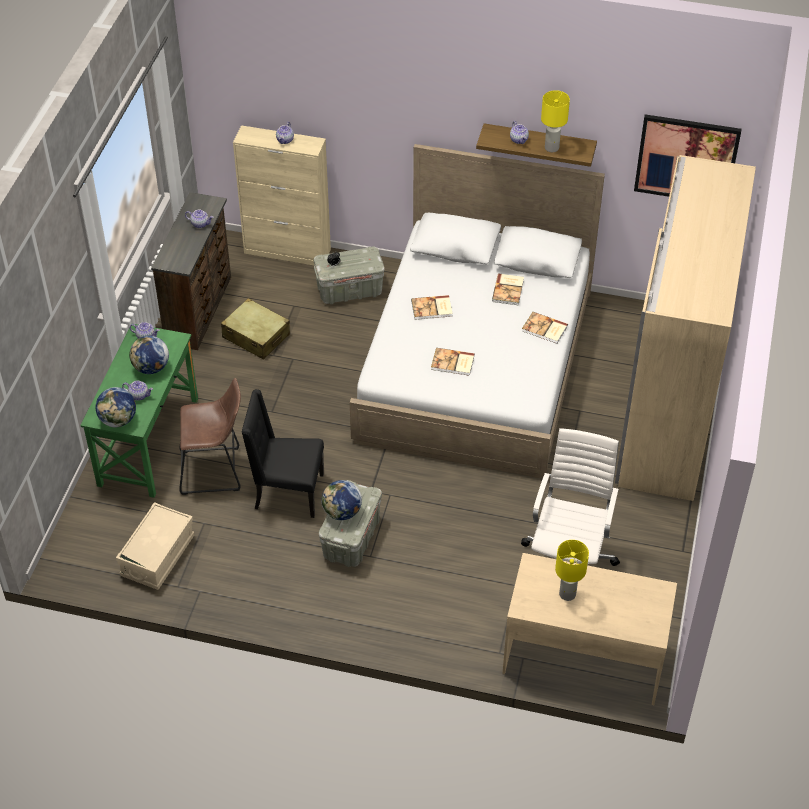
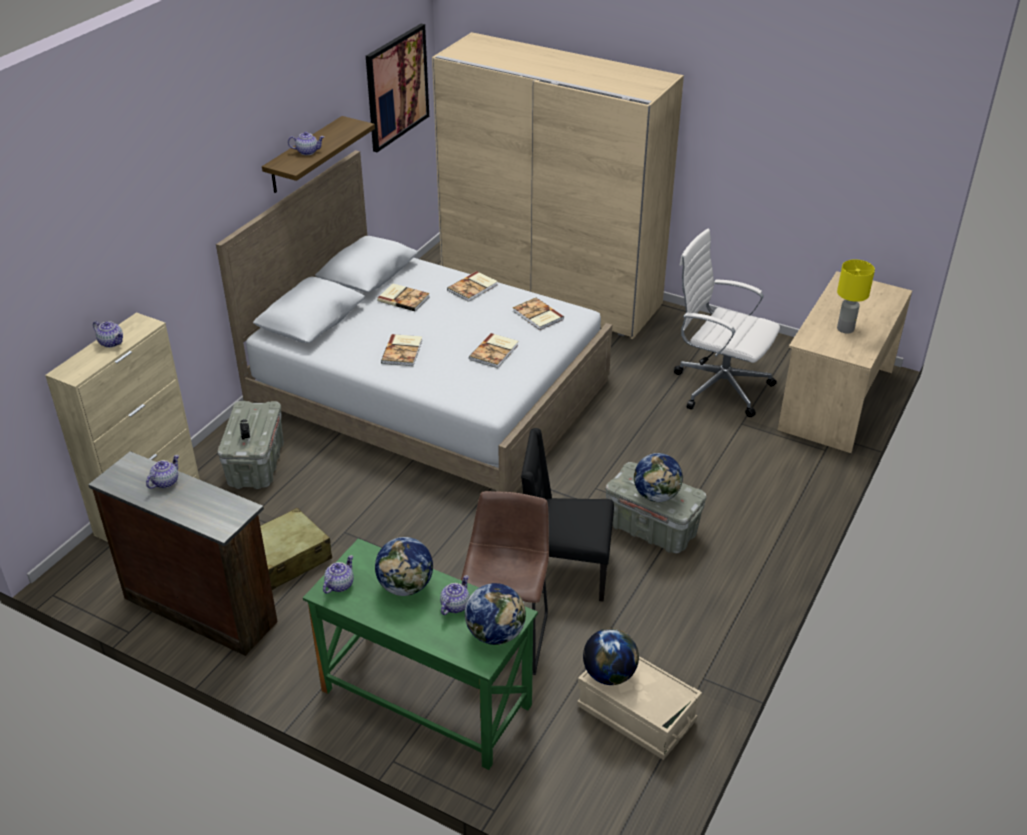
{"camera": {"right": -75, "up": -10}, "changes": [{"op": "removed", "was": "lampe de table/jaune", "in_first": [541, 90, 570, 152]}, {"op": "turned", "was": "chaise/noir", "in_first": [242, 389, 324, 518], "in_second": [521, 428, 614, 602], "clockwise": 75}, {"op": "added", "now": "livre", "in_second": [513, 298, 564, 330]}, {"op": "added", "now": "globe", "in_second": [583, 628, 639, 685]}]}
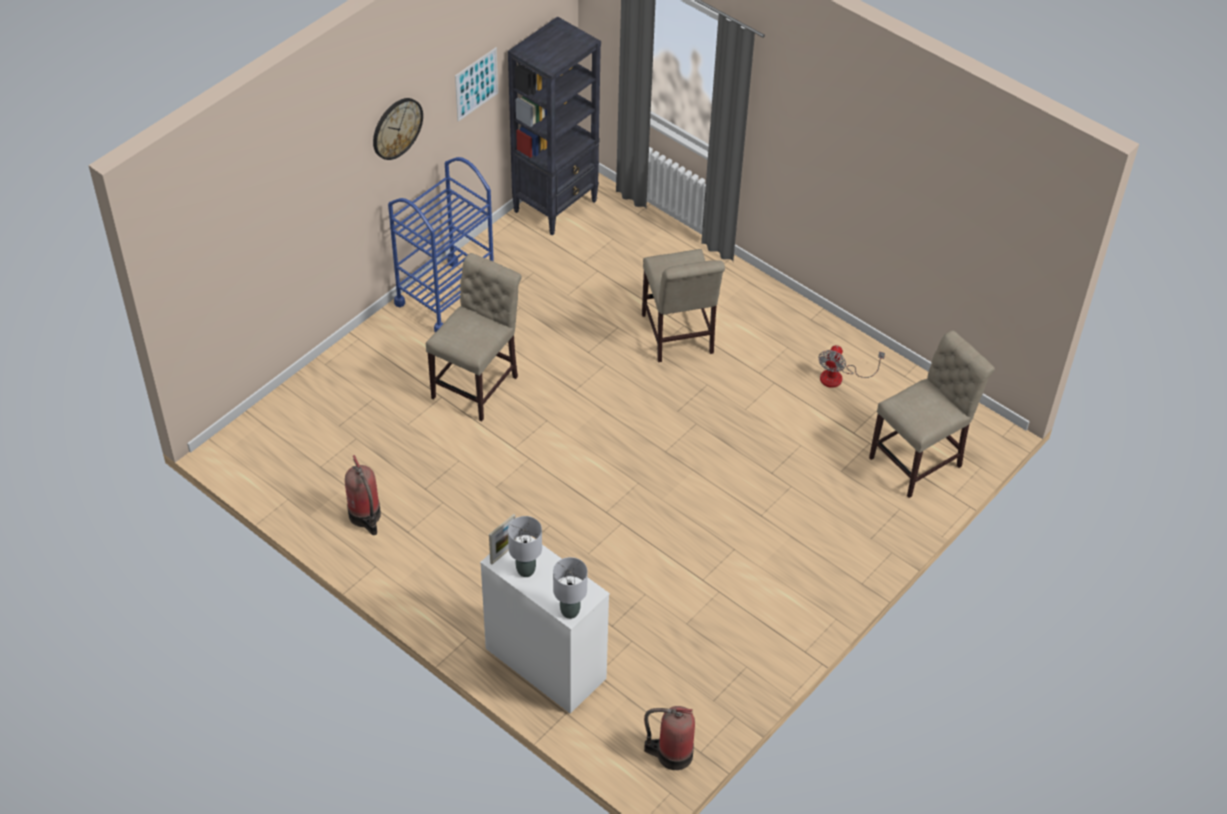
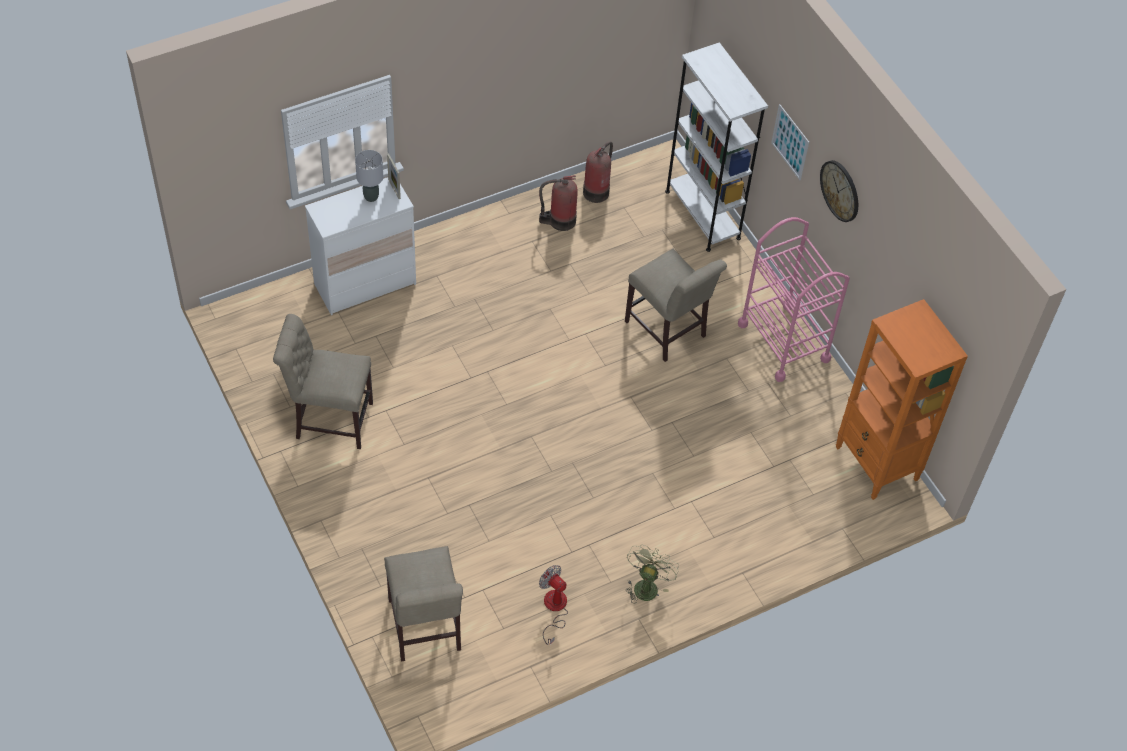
{"camera": {"right": 110, "up": 5}, "changes": [{"op": "recoloured", "was": "bibliothèque/noir", "now": "bibliothèque/orange", "in_first": [508, 16, 601, 235], "in_second": [836, 299, 968, 500]}, {"op": "moved", "was": "tableau", "in_first": [455, 48, 498, 122], "in_second": [771, 104, 809, 180]}, {"op": "recoloured", "was": "chariot/bleu", "now": "chariot/rose", "in_first": [388, 157, 494, 333], "in_second": [738, 217, 850, 382]}, {"op": "moved", "was": "chaise/beige", "in_first": [642, 249, 725, 362], "in_second": [273, 314, 373, 449]}, {"op": "removed", "was": "lampe de table/gris", "in_first": [553, 557, 588, 619]}, {"op": "moved", "was": "extincteur", "in_first": [644, 706, 695, 770], "in_second": [583, 141, 613, 203]}, {"op": "added", "now": "bibliothèque/blanc", "in_second": [665, 42, 768, 252]}, {"op": "added", "now": "ventilateur/vert", "in_second": [626, 545, 679, 604]}]}
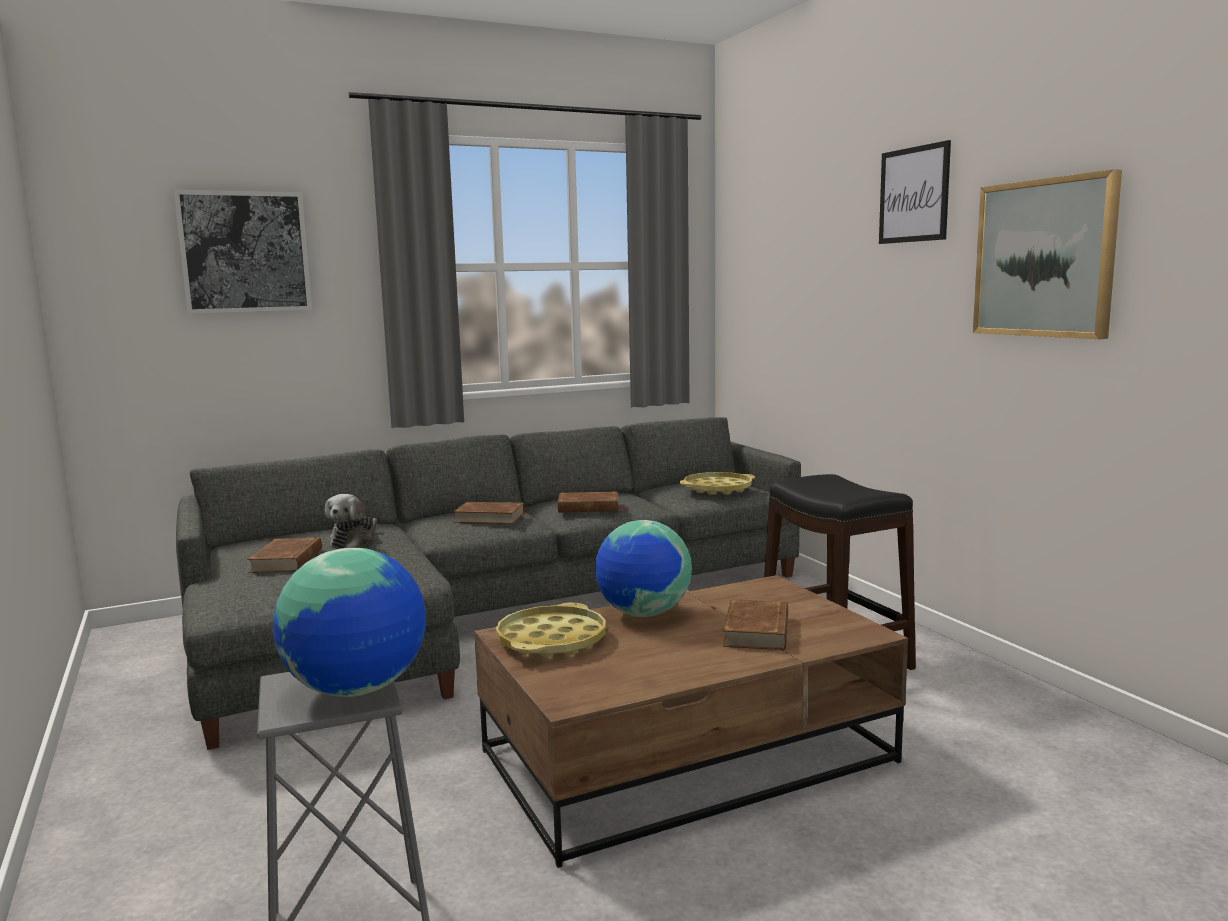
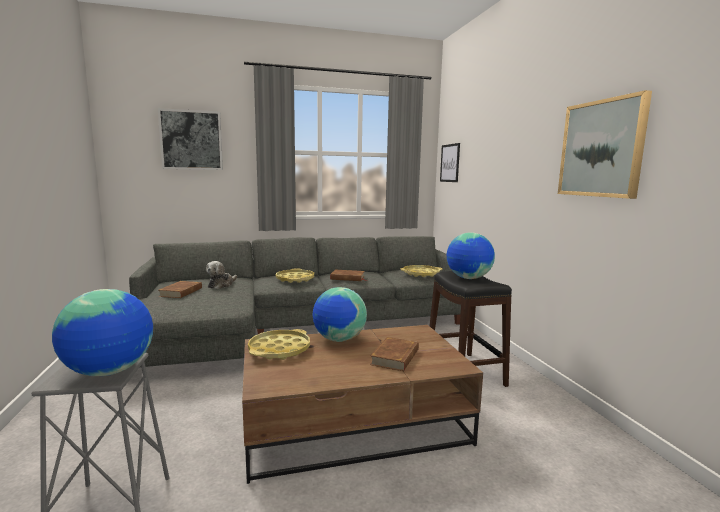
{"camera": {"right": 10, "up": 0}, "changes": [{"op": "moved", "was": "tableau", "in_first": [879, 140, 951, 244], "in_second": [440, 143, 460, 182]}, {"op": "replaced", "was": "livre/marron", "now": "plateau/jaune", "in_first": [453, 502, 525, 524], "in_second": [276, 269, 314, 283]}, {"op": "added", "now": "globe", "in_second": [447, 232, 495, 279]}]}
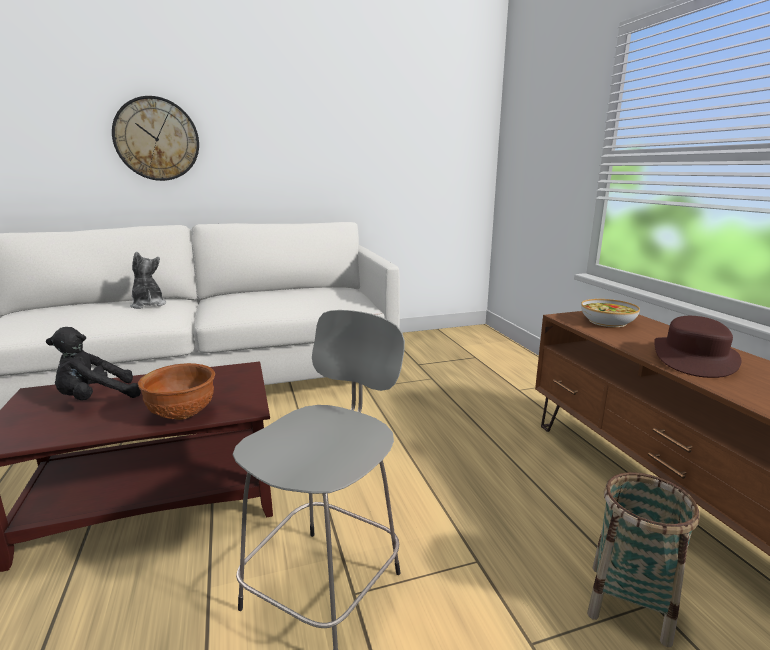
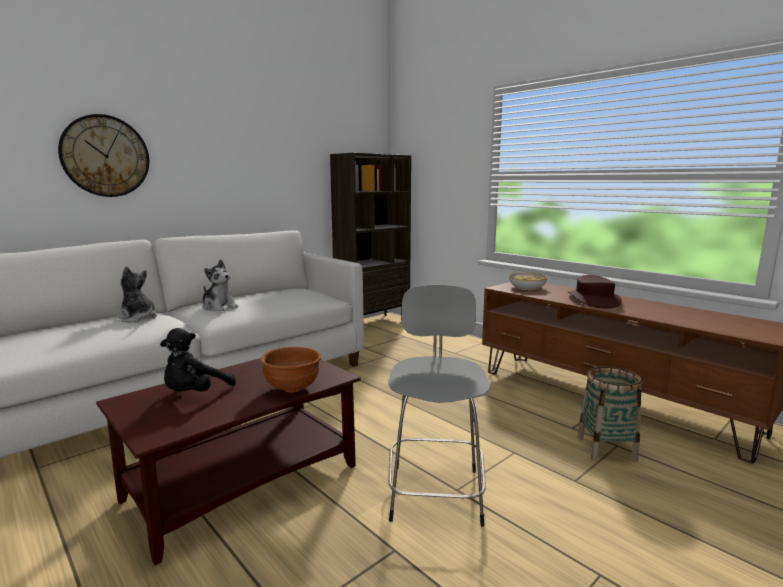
{"camera": {"right": -25, "up": -5}, "changes": [{"op": "added", "now": "bibliothèque/marron", "in_second": [330, 153, 411, 321]}, {"op": "added", "now": "peluche", "in_second": [202, 259, 238, 312]}]}
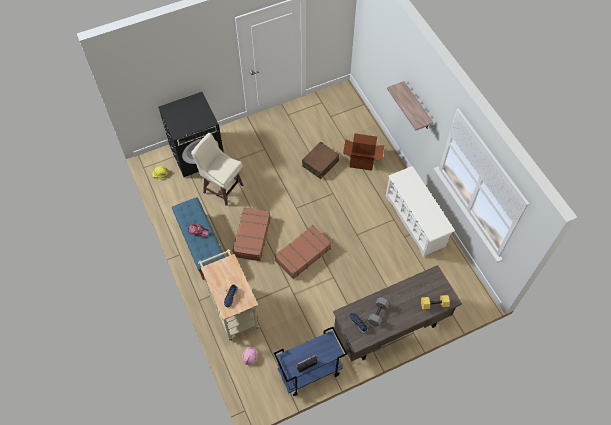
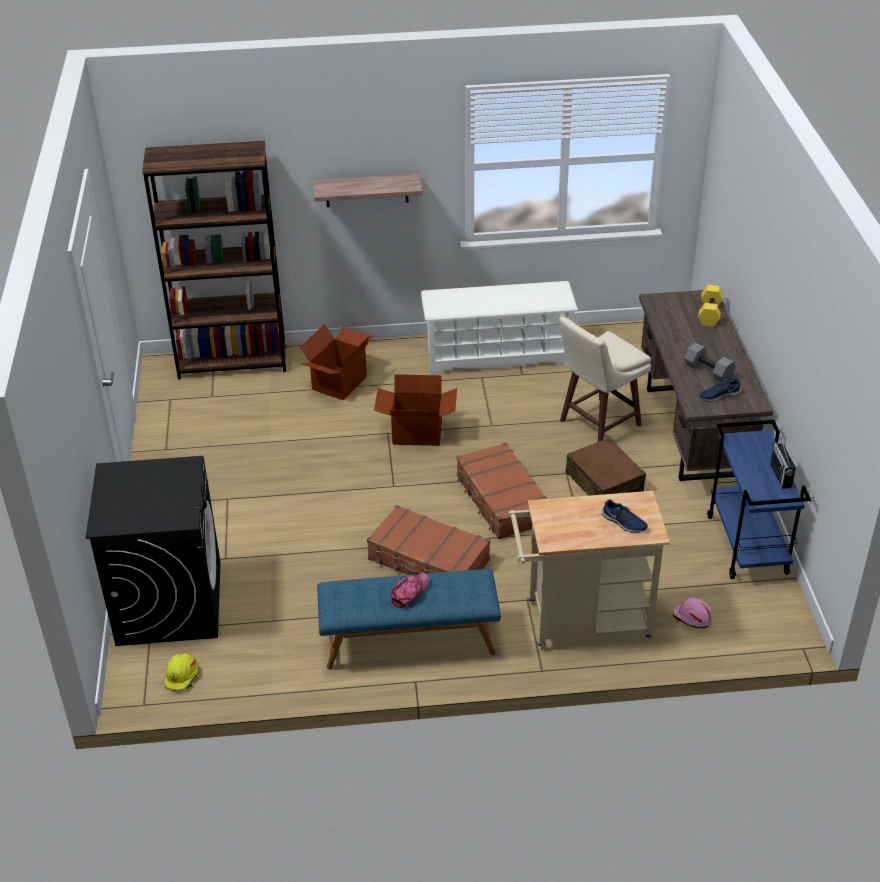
{"camera": {"right": -70, "up": -20}, "changes": [{"op": "moved", "was": "tabouret/beige", "in_first": [191, 133, 243, 206], "in_second": [559, 316, 651, 442]}, {"op": "moved", "was": "valise/marron", "in_first": [302, 142, 339, 179], "in_second": [565, 437, 646, 496]}, {"op": "added", "now": "bibliothèque/marron", "in_second": [142, 141, 286, 380]}, {"op": "added", "now": "carton", "in_second": [374, 374, 457, 446]}]}
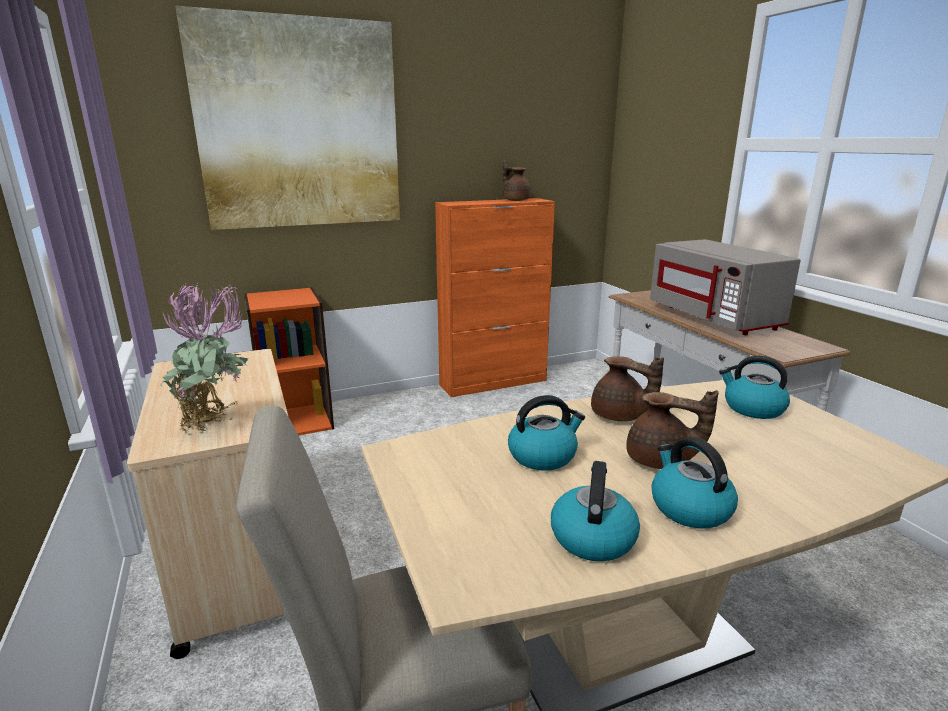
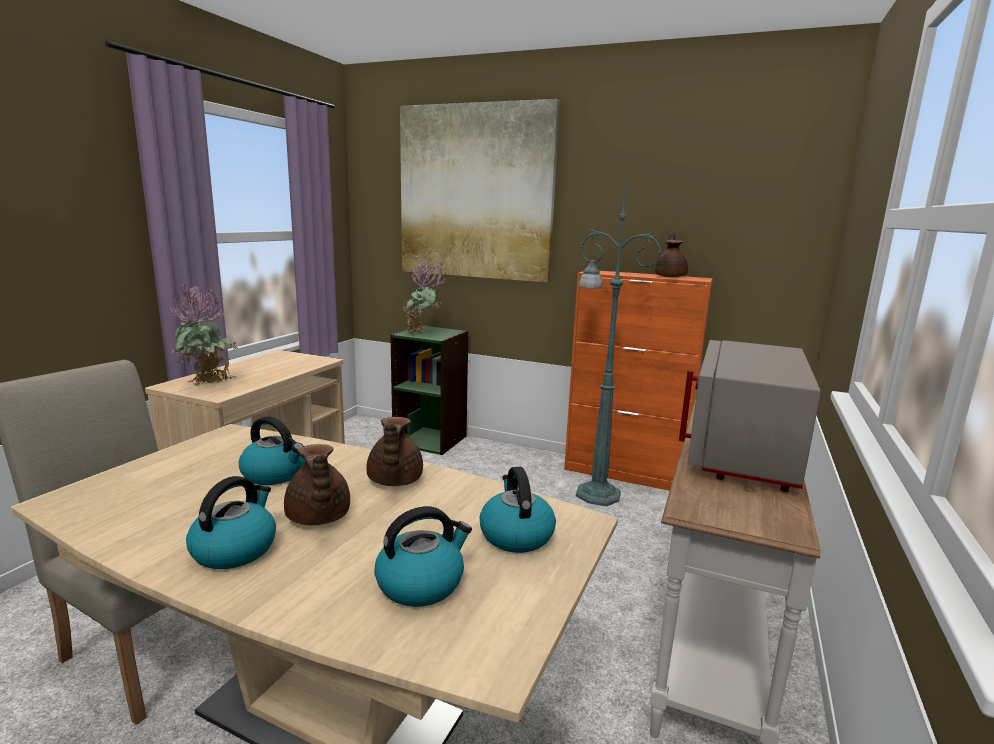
{"camera": {"right": 45, "up": -5}, "changes": [{"op": "recoloured", "was": "bibliothèque/orange", "now": "bibliothèque/vert", "in_first": [244, 287, 334, 435], "in_second": [390, 326, 468, 455]}, {"op": "moved", "was": "bouilloire", "in_first": [551, 461, 640, 561], "in_second": [374, 506, 472, 607]}, {"op": "added", "now": "lampadaire/vert", "in_second": [576, 181, 661, 506]}, {"op": "added", "now": "plante en pot", "in_second": [403, 261, 445, 334]}]}
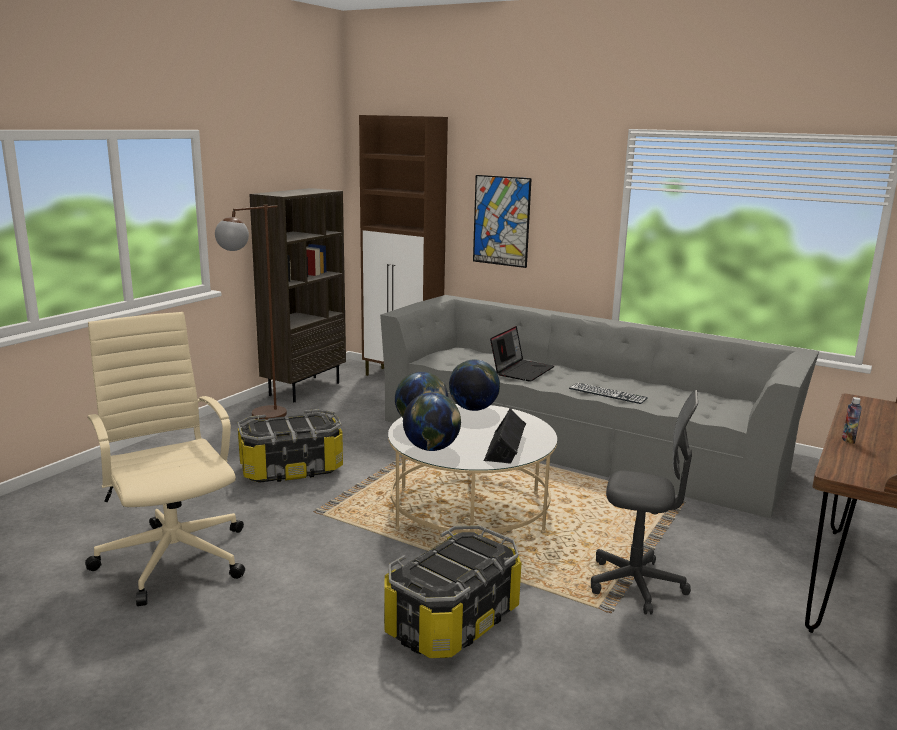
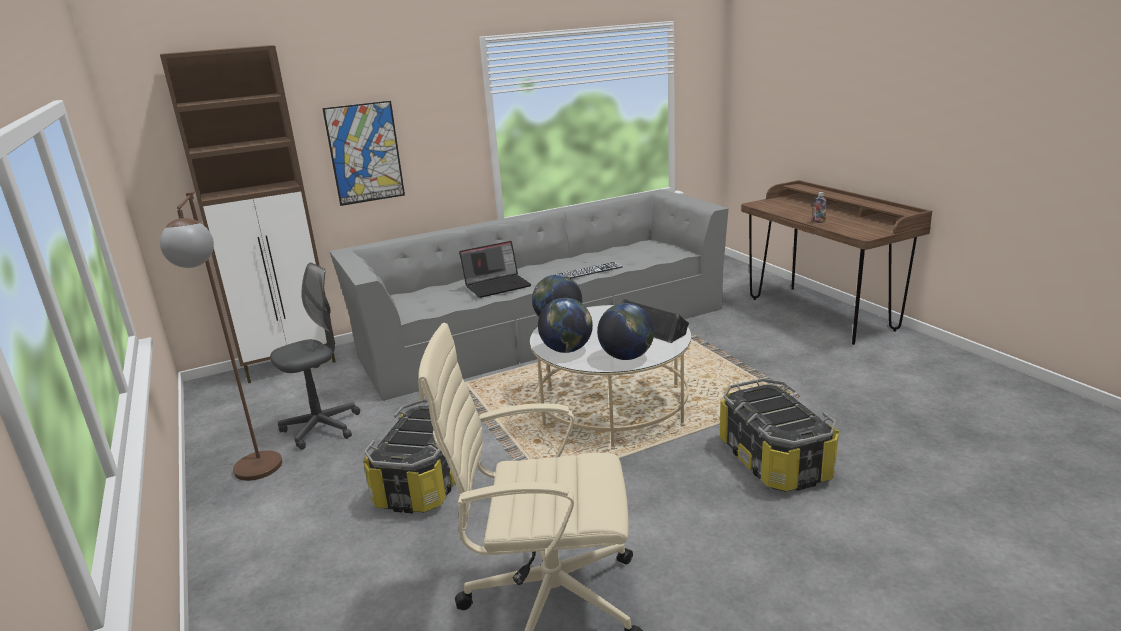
{"camera": {"right": -55, "up": 5}, "changes": [{"op": "removed", "was": "bibliothèque/marron", "in_first": [249, 188, 346, 402]}, {"op": "turned", "was": "ordinateur portable", "in_first": [490, 326, 554, 382], "in_second": [459, 241, 531, 298], "clockwise": 90}, {"op": "moved", "was": "chaise de bureau/gris", "in_first": [591, 390, 698, 614], "in_second": [270, 262, 360, 450]}]}
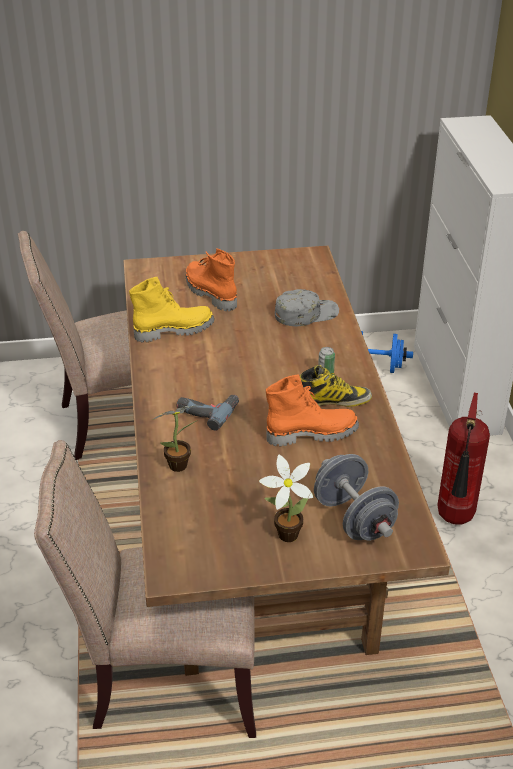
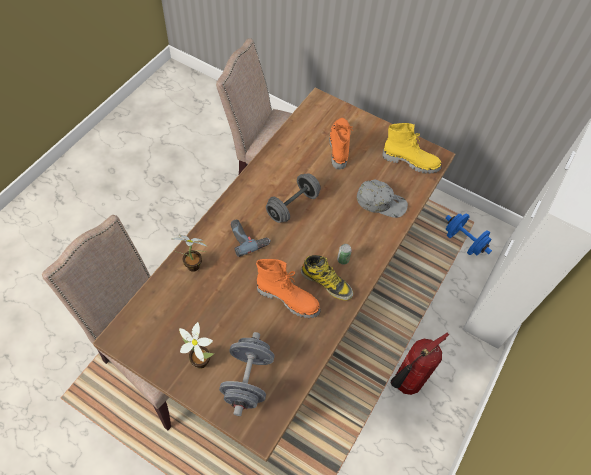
{"camera": {"right": 35, "up": 20}, "changes": [{"op": "moved", "was": "botte/jaune", "in_first": [129, 277, 214, 343], "in_second": [382, 123, 441, 174]}, {"op": "added", "now": "haltère/gris", "in_second": [266, 173, 321, 223]}]}
